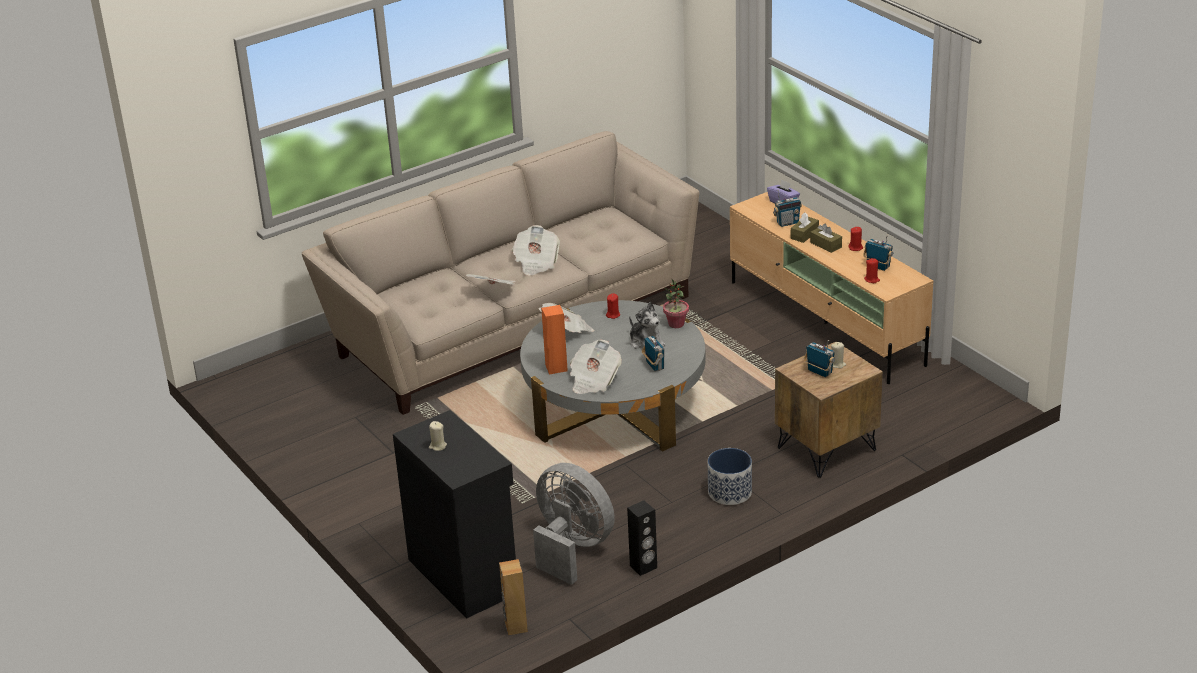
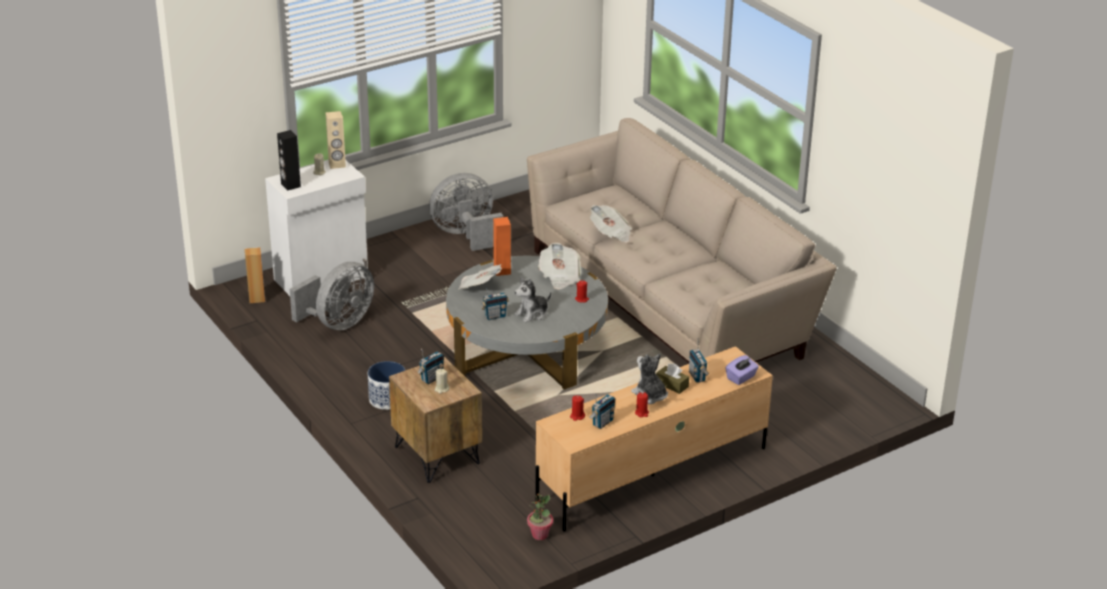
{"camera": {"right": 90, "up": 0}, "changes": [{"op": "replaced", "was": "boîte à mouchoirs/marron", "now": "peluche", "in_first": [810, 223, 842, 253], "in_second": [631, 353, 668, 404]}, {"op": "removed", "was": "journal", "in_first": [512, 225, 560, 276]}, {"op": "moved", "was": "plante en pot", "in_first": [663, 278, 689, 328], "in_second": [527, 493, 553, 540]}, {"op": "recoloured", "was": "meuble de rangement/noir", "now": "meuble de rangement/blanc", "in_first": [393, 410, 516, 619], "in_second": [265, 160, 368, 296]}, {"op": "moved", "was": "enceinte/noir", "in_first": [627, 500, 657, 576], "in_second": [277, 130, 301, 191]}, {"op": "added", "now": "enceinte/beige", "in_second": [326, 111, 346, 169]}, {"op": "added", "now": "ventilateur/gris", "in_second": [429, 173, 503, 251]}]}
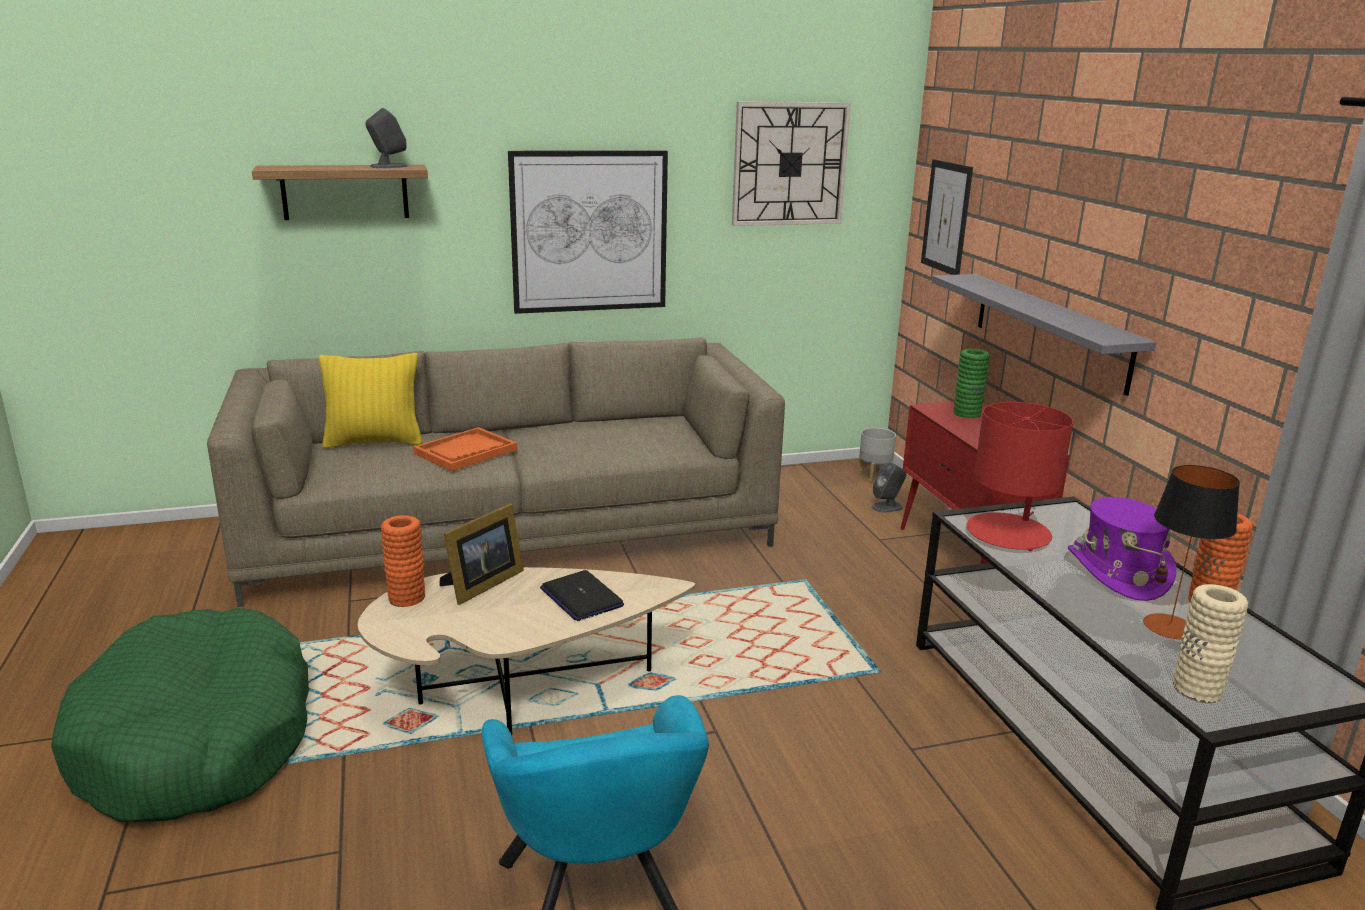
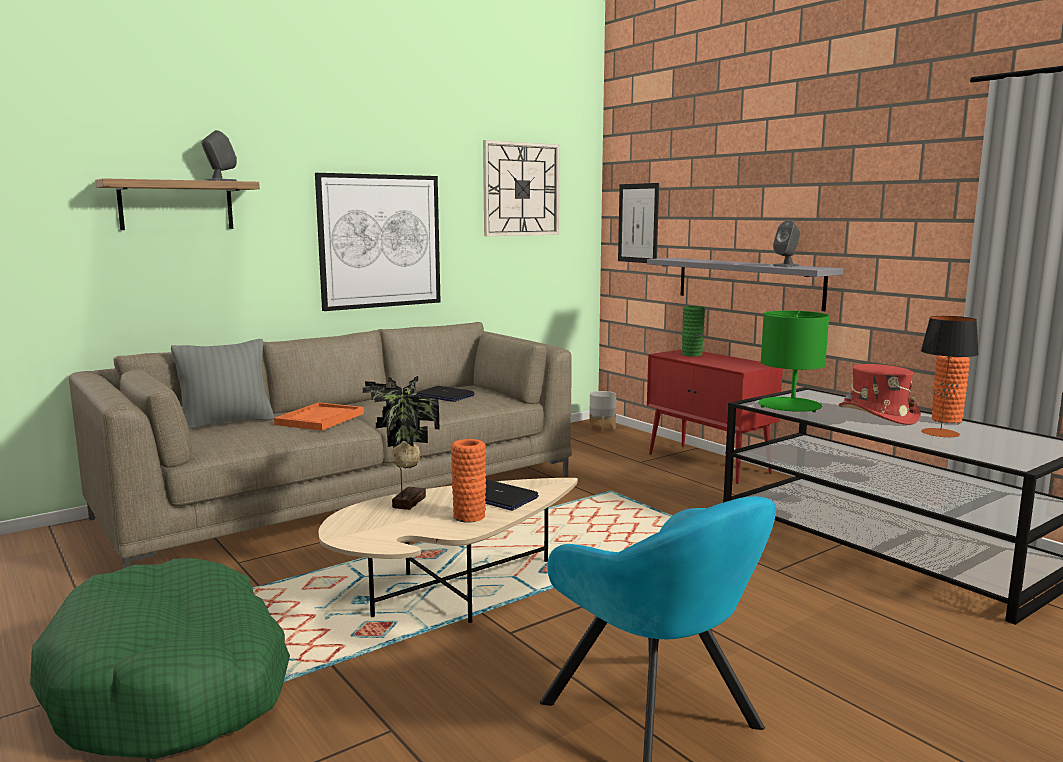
{"camera": {"right": -20, "up": -10}, "changes": [{"op": "recoloured", "was": "coussin/jaune", "now": "coussin/gris", "in_first": [318, 353, 423, 448], "in_second": [171, 339, 274, 429]}, {"op": "recoloured", "was": "lampe de table/rouge", "now": "lampe de table/vert", "in_first": [966, 402, 1073, 551], "in_second": [758, 311, 829, 412]}, {"op": "moved", "was": "enceinte/gris", "in_first": [872, 462, 906, 513], "in_second": [773, 220, 800, 267]}, {"op": "recoloured", "was": "chapeau/violet", "now": "chapeau/rouge", "in_first": [1068, 497, 1176, 601], "in_second": [839, 364, 921, 425]}, {"op": "replaced", "was": "cadre photo", "now": "plante en pot", "in_first": [440, 503, 524, 605], "in_second": [363, 376, 439, 510]}, {"op": "moved", "was": "vase/orange", "in_first": [381, 515, 425, 607], "in_second": [451, 439, 486, 523]}, {"op": "removed", "was": "vase/beige", "in_first": [1173, 584, 1248, 703]}, {"op": "added", "now": "ordinateur portable", "in_second": [416, 386, 475, 402]}]}
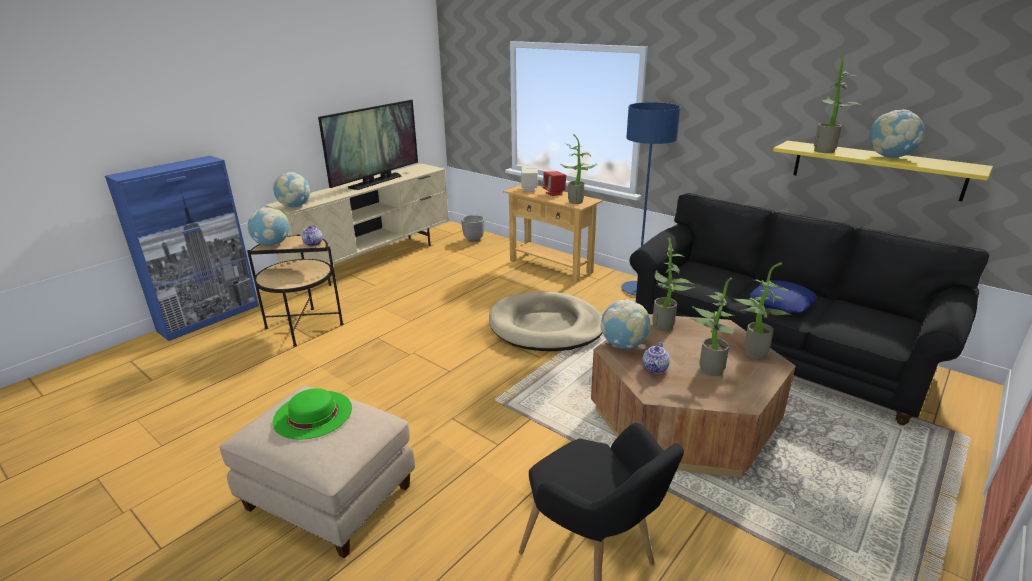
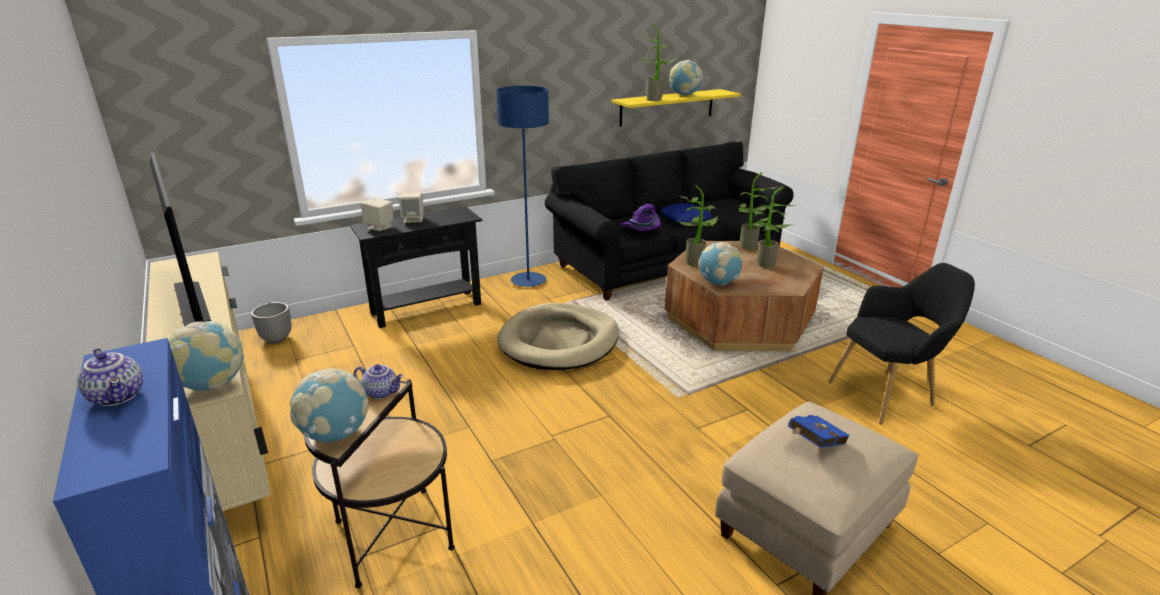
{"camera": {"right": -70, "up": 0}, "changes": [{"op": "removed", "was": "plante en pot", "in_first": [561, 134, 597, 204]}, {"op": "recoloured", "was": "enceinte/rouge", "now": "enceinte/beige", "in_first": [542, 171, 566, 196], "in_second": [399, 193, 424, 223]}, {"op": "recoloured", "was": "table console/beige", "now": "table console/noir", "in_first": [503, 185, 603, 283], "in_second": [350, 207, 482, 328]}, {"op": "moved", "was": "théière", "in_first": [642, 342, 670, 373], "in_second": [78, 348, 143, 406]}, {"op": "replaced", "was": "chapeau/vert", "now": "livre/bleu", "in_first": [273, 388, 352, 440], "in_second": [788, 415, 850, 448]}, {"op": "added", "now": "chapeau/violet", "in_second": [620, 204, 661, 231]}]}
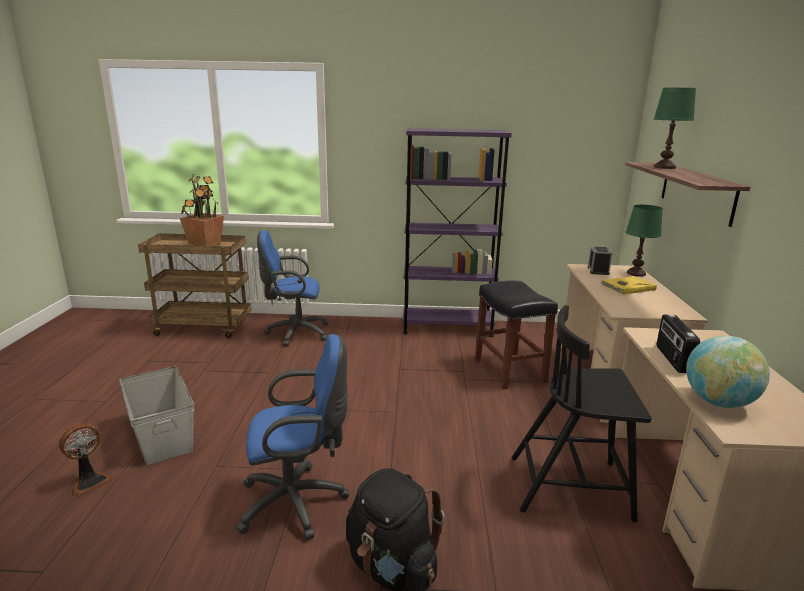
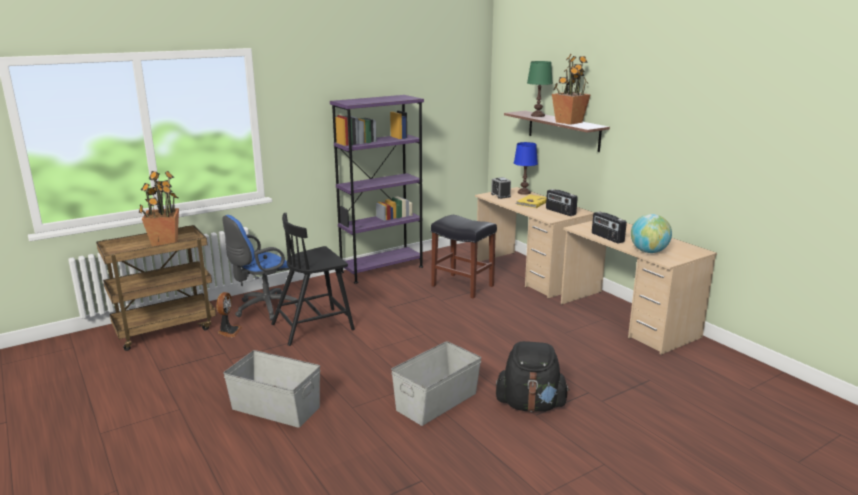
{"camera": {"right": -35, "up": 0}, "changes": [{"op": "recoloured", "was": "lampe de table/vert", "now": "lampe de table/bleu", "in_first": [626, 205, 663, 277], "in_second": [514, 142, 538, 195]}, {"op": "moved", "was": "chaise/noir", "in_first": [511, 305, 652, 522], "in_second": [271, 213, 355, 346]}, {"op": "replaced", "was": "chaise de bureau/bleu", "now": "boîte de rangement/gris", "in_first": [236, 334, 350, 540], "in_second": [391, 341, 482, 426]}, {"op": "moved", "was": "ventilateur", "in_first": [59, 423, 113, 497], "in_second": [216, 292, 242, 338]}, {"op": "added", "now": "plante en pot", "in_second": [552, 54, 591, 125]}, {"op": "added", "now": "radio", "in_second": [546, 189, 578, 216]}]}
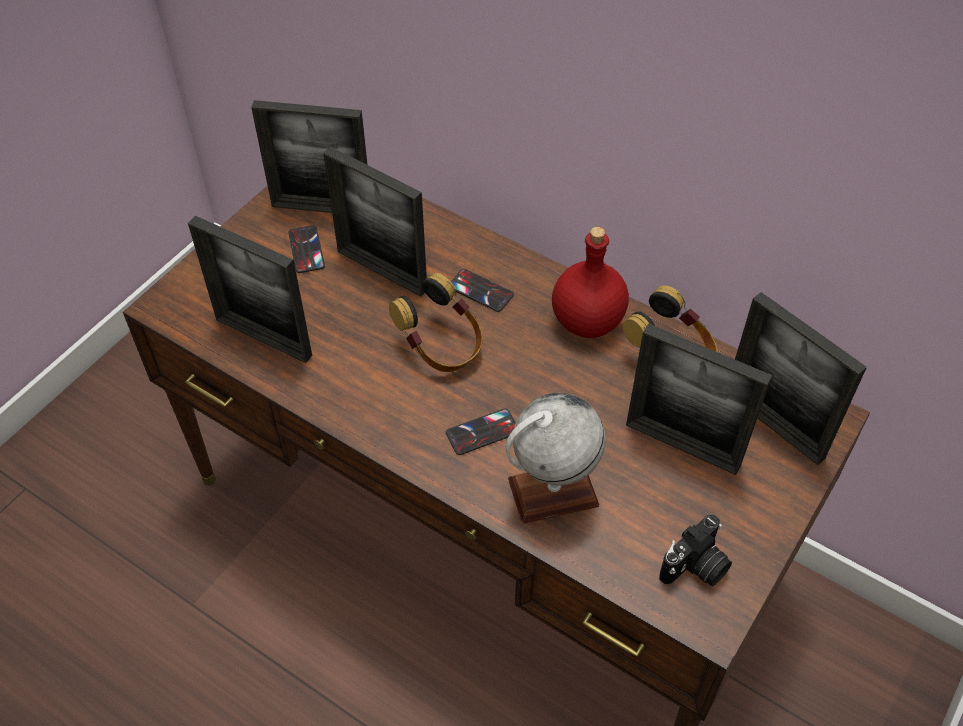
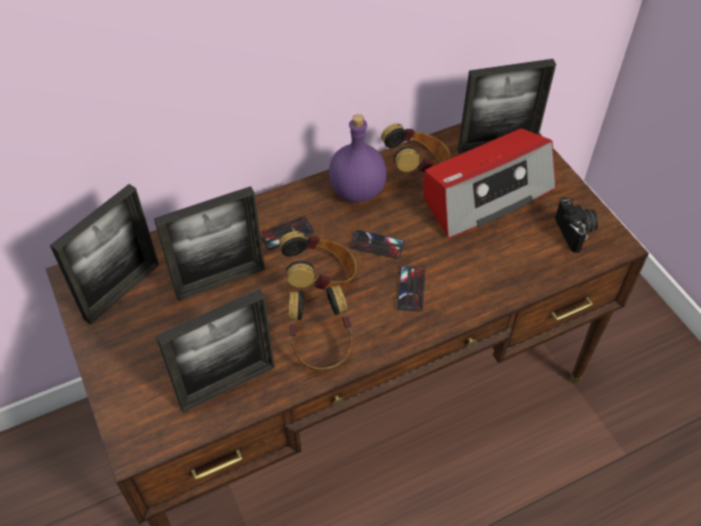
{"camera": {"right": -60, "up": 0}, "changes": [{"op": "moved", "was": "téléphone", "in_first": [288, 225, 325, 273], "in_second": [350, 230, 405, 259]}, {"op": "recoloured", "was": "bouteille/rouge", "now": "bouteille/violet", "in_first": [552, 227, 629, 338], "in_second": [329, 114, 386, 202]}, {"op": "replaced", "was": "cadre photo", "now": "radio", "in_first": [626, 323, 772, 475], "in_second": [423, 128, 556, 238]}, {"op": "removed", "was": "globe", "in_first": [505, 393, 605, 524]}, {"op": "added", "now": "casque audio", "in_second": [288, 285, 353, 370]}]}
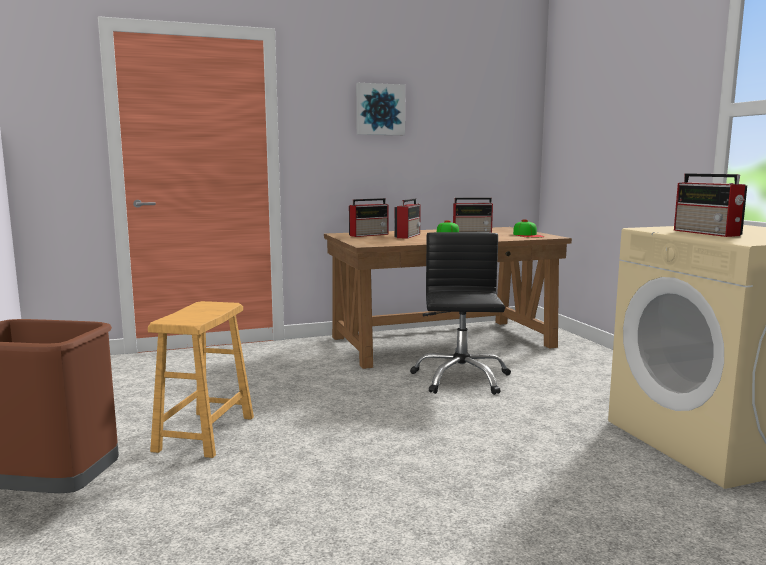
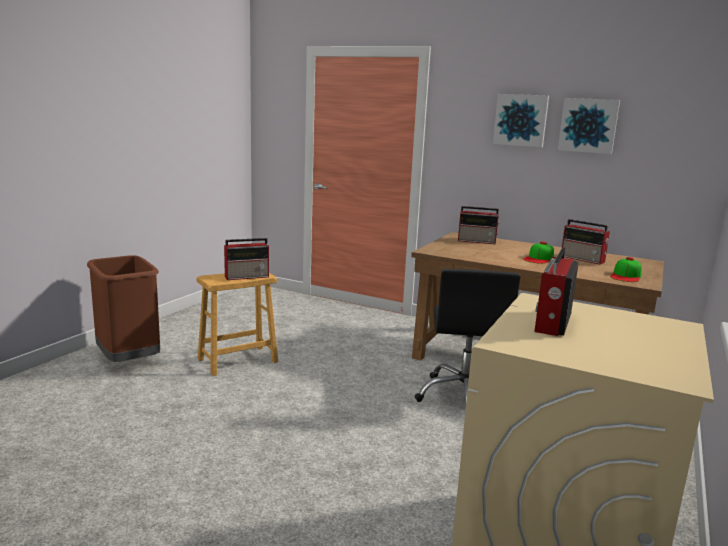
{"camera": {"right": 45, "up": 5}, "changes": [{"op": "moved", "was": "radio", "in_first": [394, 198, 421, 239], "in_second": [224, 238, 270, 280]}, {"op": "turned", "was": "chaise de bureau/noir", "in_first": [410, 232, 511, 395], "in_second": [415, 269, 521, 402], "clockwise": 135}, {"op": "added", "now": "tableau", "in_second": [558, 98, 620, 154]}]}
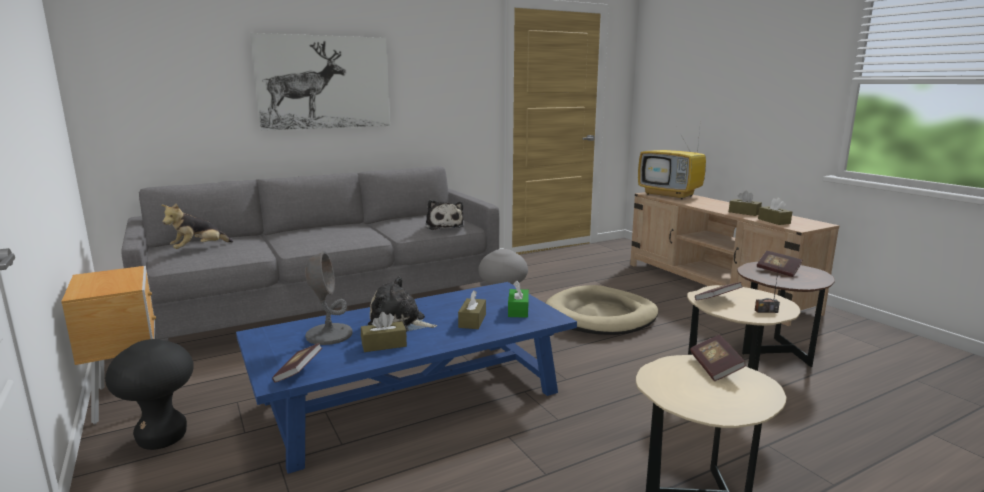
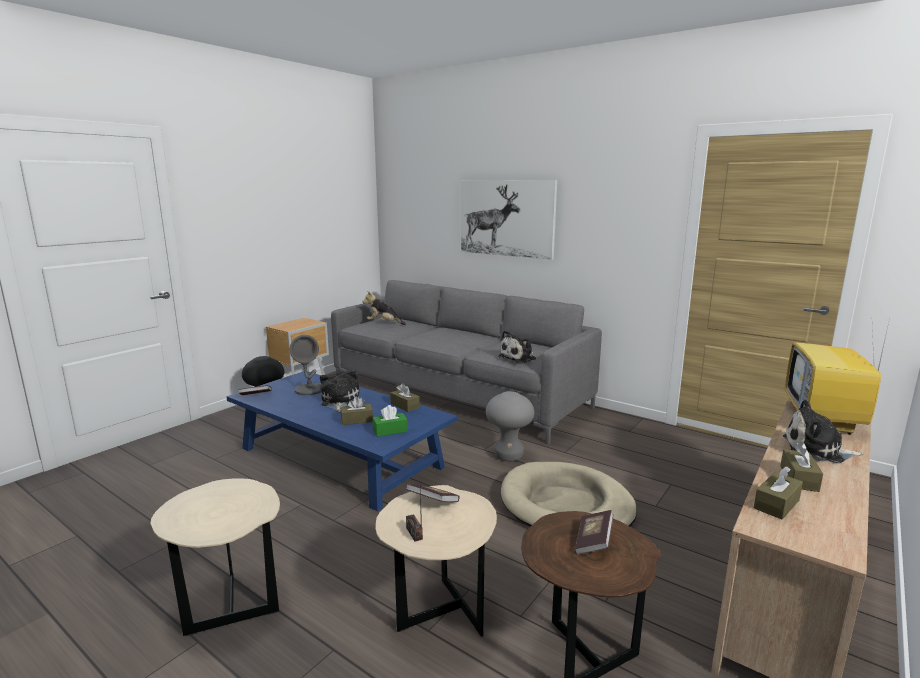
{"camera": {"right": 65, "up": 0}, "changes": [{"op": "moved", "was": "boîte à mouchoirs/marron", "in_first": [361, 312, 407, 352], "in_second": [390, 383, 420, 412]}, {"op": "removed", "was": "livre", "in_first": [690, 335, 746, 381]}, {"op": "added", "now": "peluche", "in_second": [783, 400, 863, 463]}]}
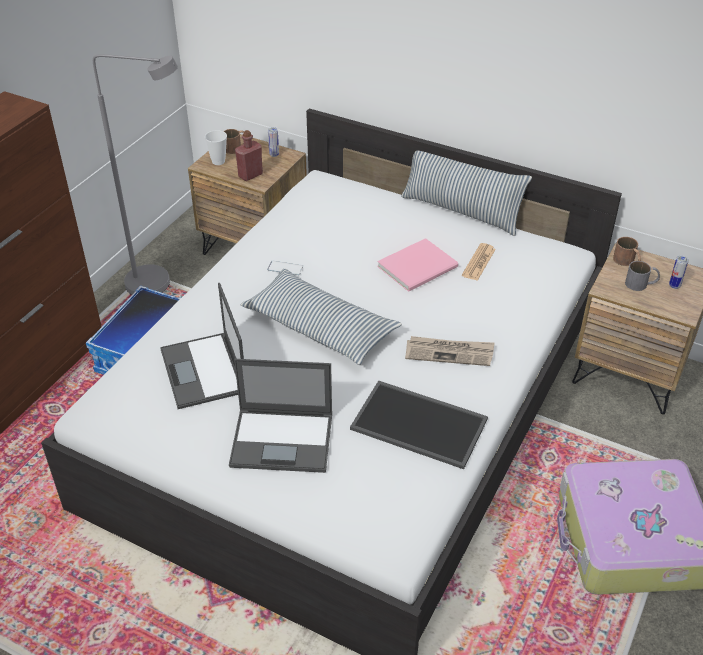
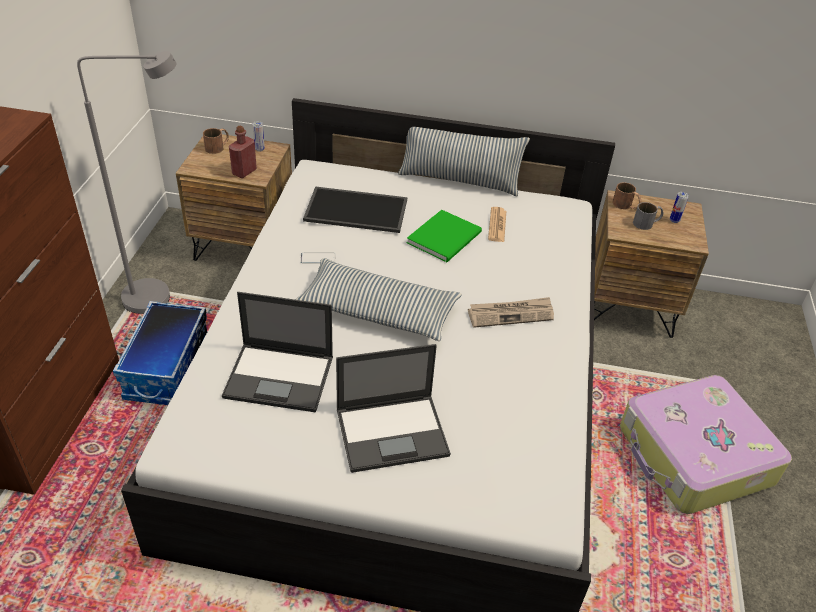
{"camera": {"right": -20, "up": 0}, "changes": [{"op": "removed", "was": "tasse", "in_first": [205, 130, 227, 165]}, {"op": "recoloured", "was": "livre/rose", "now": "livre/vert", "in_first": [377, 238, 458, 292], "in_second": [407, 210, 482, 262]}, {"op": "turned", "was": "ordinateur portable", "in_first": [160, 283, 244, 409], "in_second": [222, 292, 333, 413], "clockwise": -45}, {"op": "moved", "was": "plateau", "in_first": [350, 380, 488, 469], "in_second": [303, 186, 407, 233]}]}
